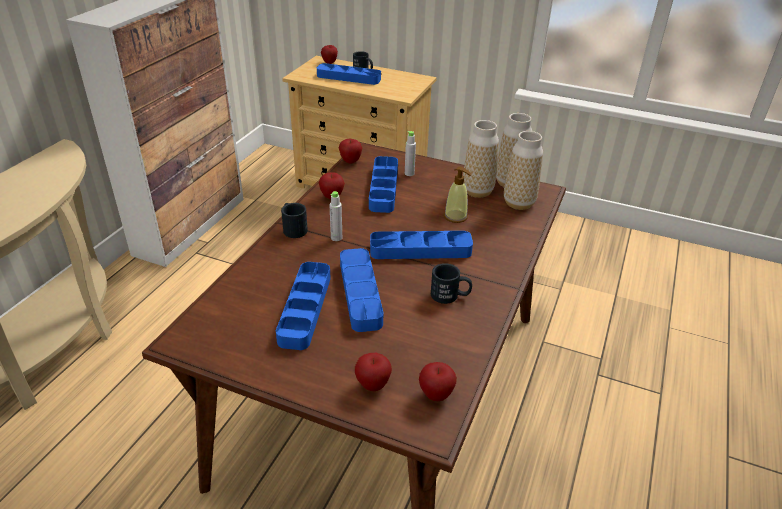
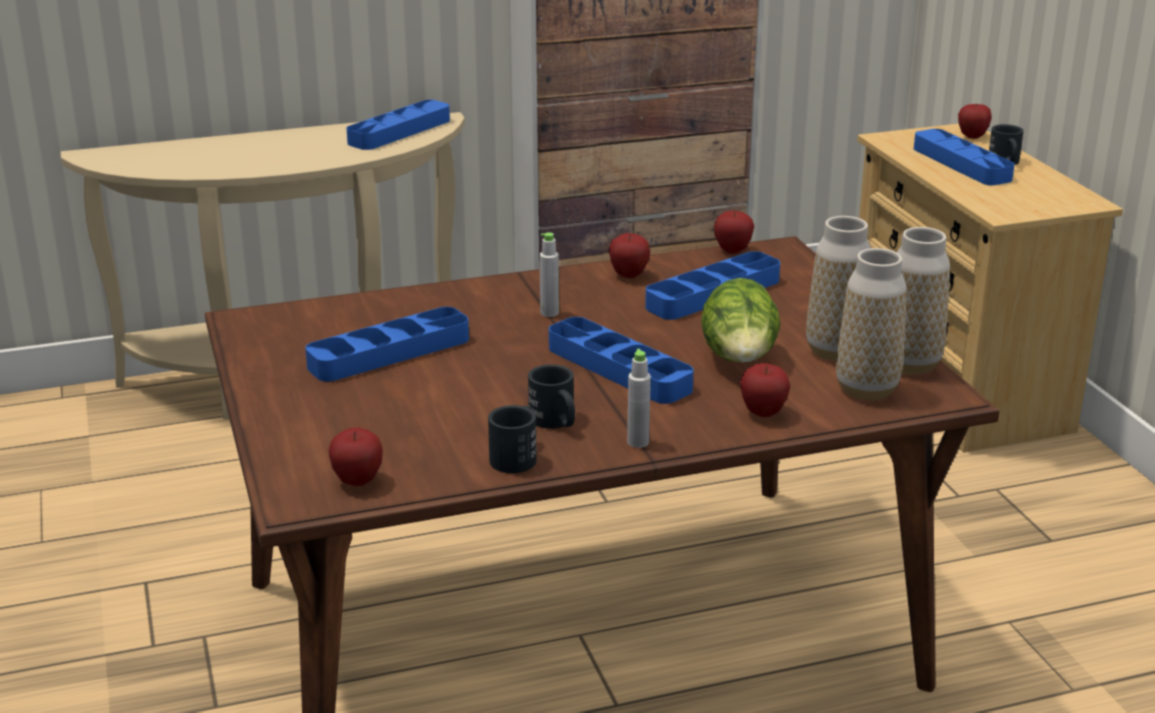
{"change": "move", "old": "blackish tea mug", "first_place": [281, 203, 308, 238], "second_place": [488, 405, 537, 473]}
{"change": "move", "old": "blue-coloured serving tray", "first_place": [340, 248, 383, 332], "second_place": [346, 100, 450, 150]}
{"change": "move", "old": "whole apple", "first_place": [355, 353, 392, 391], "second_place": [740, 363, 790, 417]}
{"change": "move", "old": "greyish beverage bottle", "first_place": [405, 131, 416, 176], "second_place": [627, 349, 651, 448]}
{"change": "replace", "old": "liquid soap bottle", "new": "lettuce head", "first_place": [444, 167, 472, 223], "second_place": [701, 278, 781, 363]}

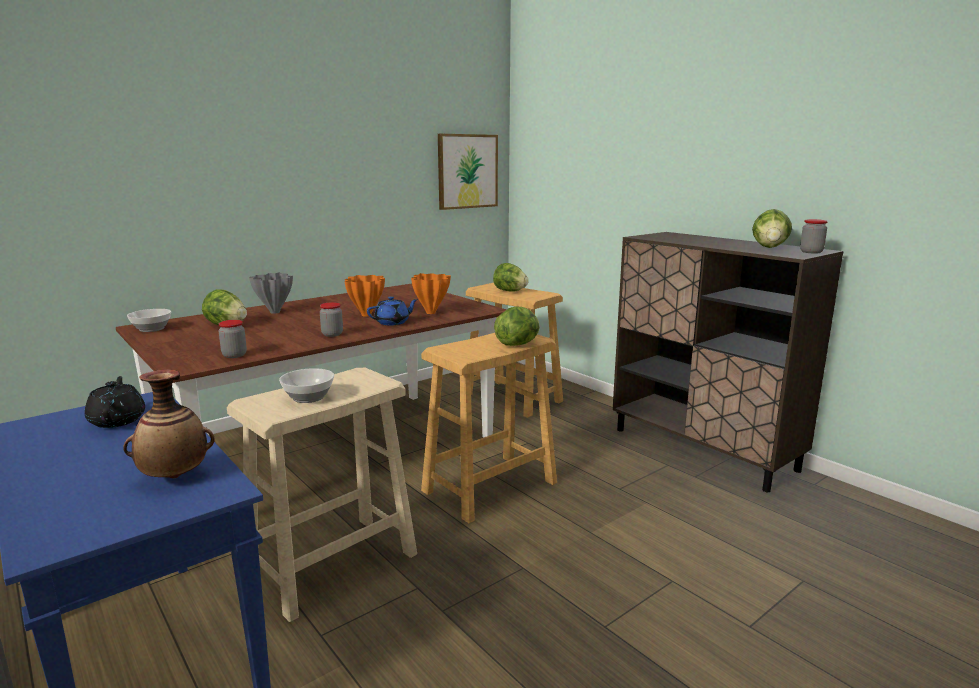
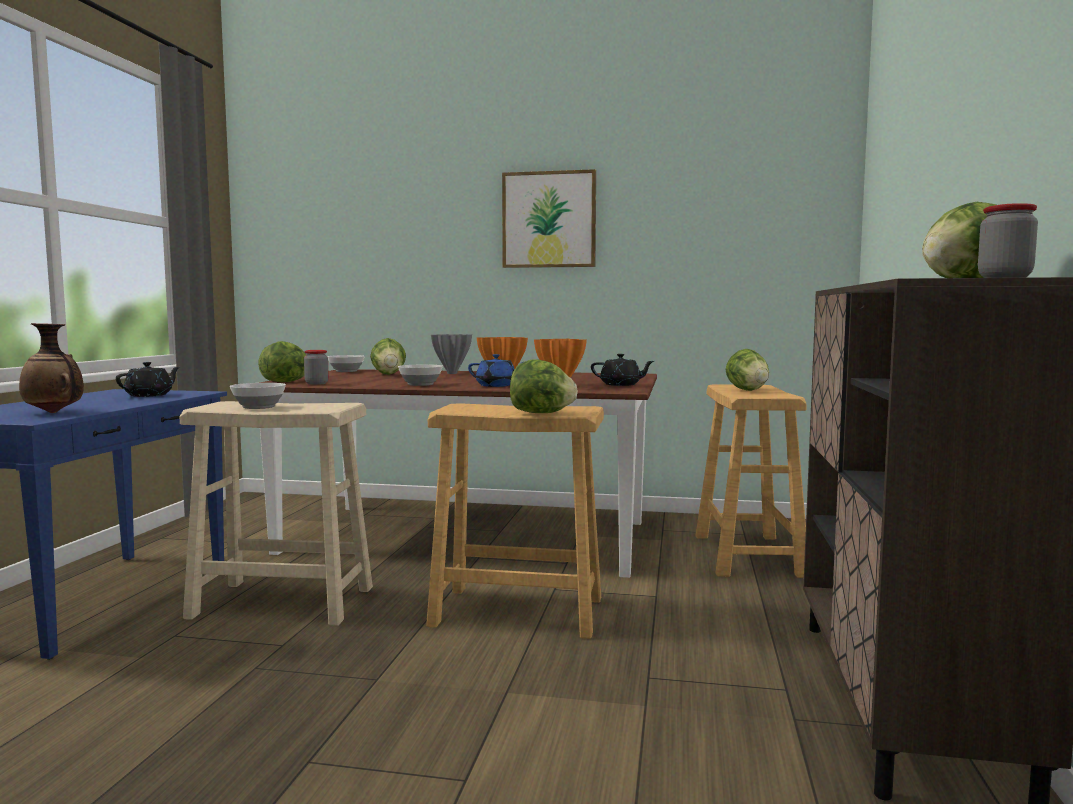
{"change": "replace", "old": "jar", "new": "bowl", "first_place": [320, 302, 343, 337], "second_place": [398, 365, 443, 386]}
{"change": "move", "old": "wall art", "first_place": [438, 134, 498, 210], "second_place": [502, 169, 596, 268]}
{"change": "insert", "new": "lettuce head", "second_place": [258, 341, 306, 382]}
{"change": "insert", "new": "blackish tea pot", "second_place": [591, 354, 654, 386]}

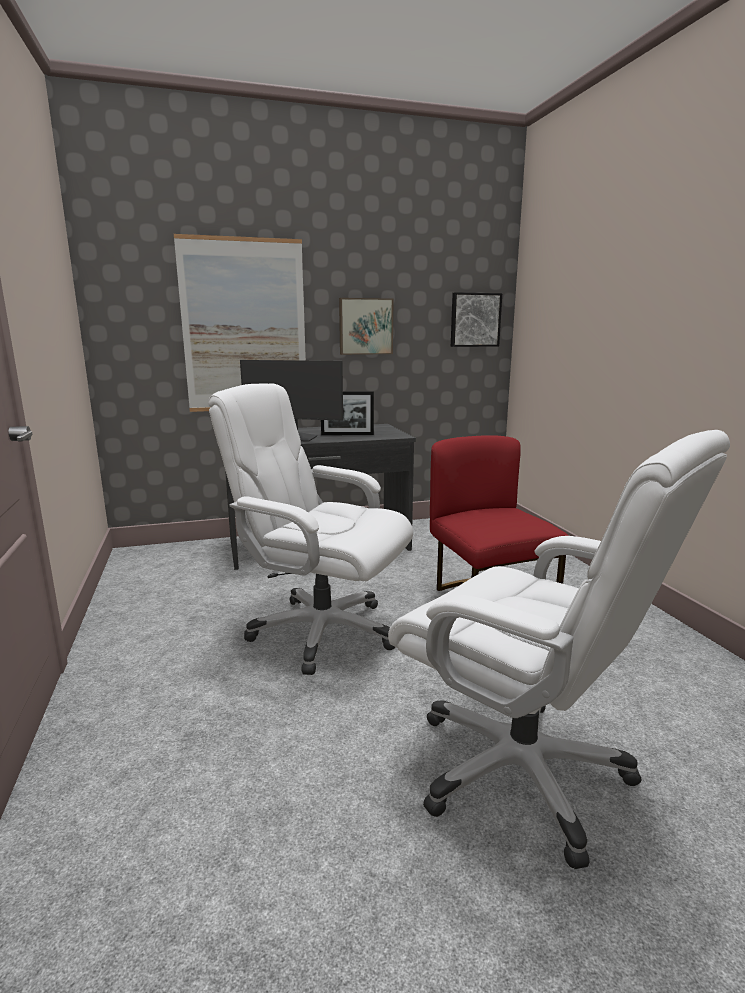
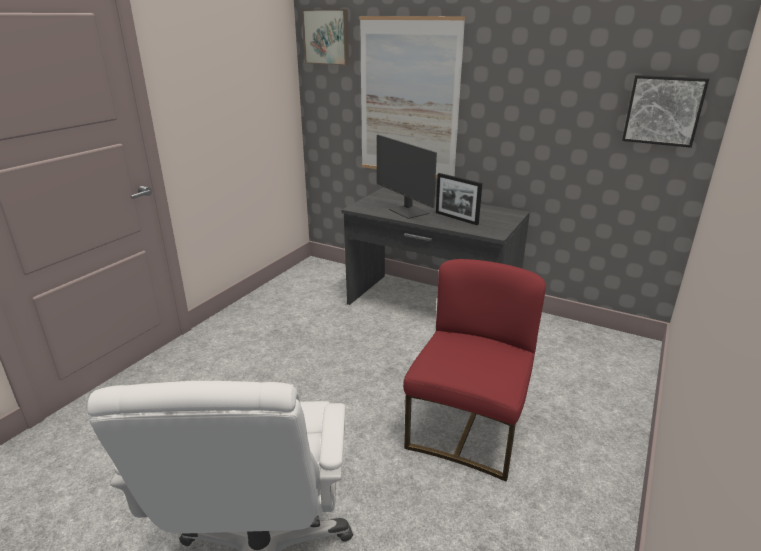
{"change": "delete", "old": "white-coloured desk chair", "first_place": [208, 384, 413, 675]}
{"change": "move", "old": "wall art", "first_place": [339, 298, 393, 355], "second_place": [302, 9, 349, 65]}

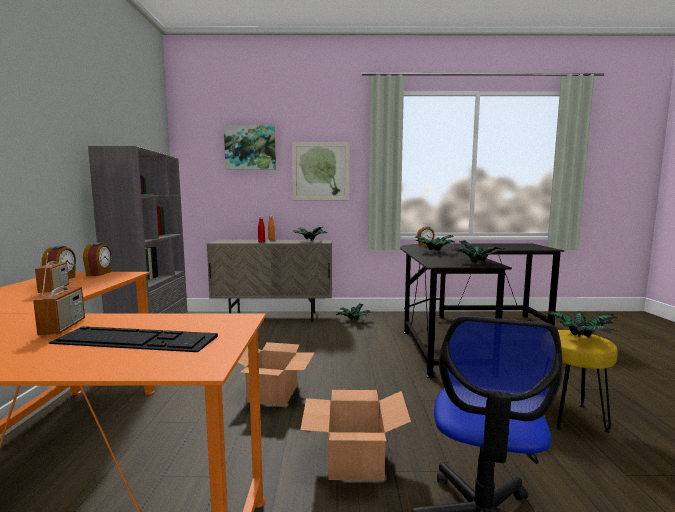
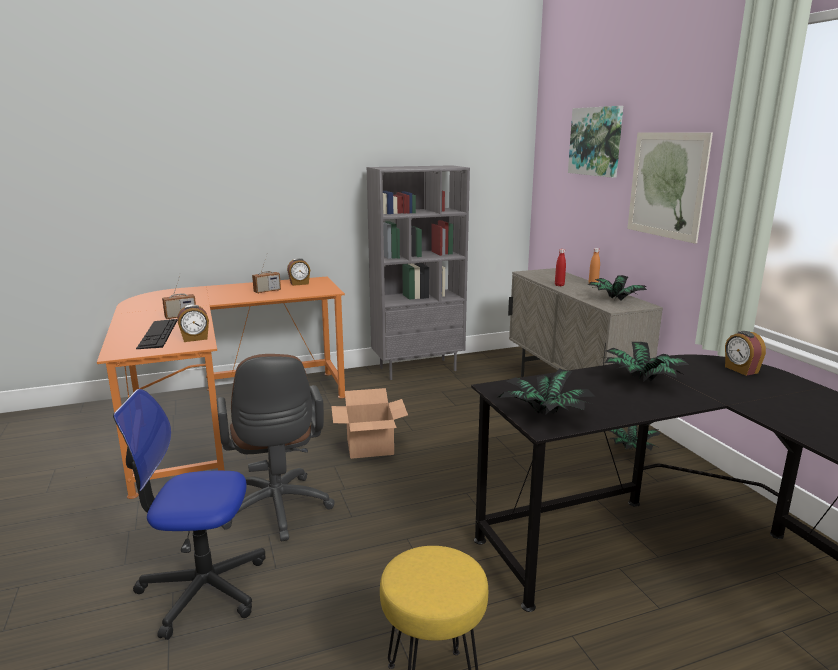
{"change": "move", "old": "alarm clock", "first_place": [83, 243, 112, 276], "second_place": [177, 305, 209, 342]}
{"change": "replace", "old": "carton", "new": "brown desk chair", "first_place": [300, 390, 411, 481], "second_place": [217, 354, 335, 542]}
{"change": "delete", "old": "potted plant", "first_place": [547, 310, 618, 338]}

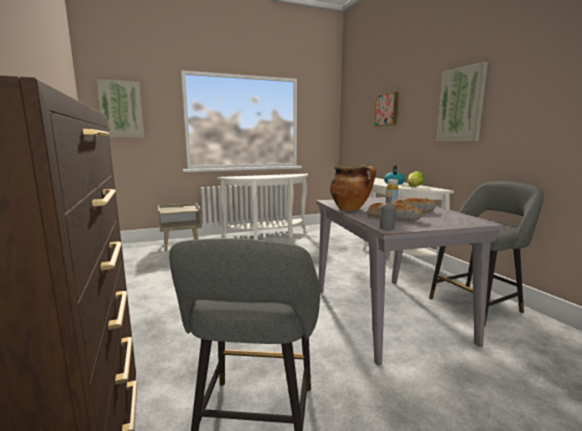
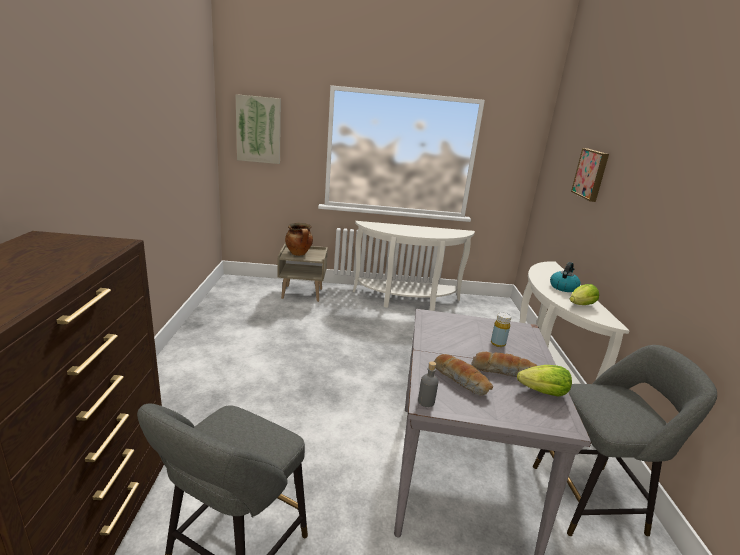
{"change": "move", "old": "cooking pot", "first_place": [330, 166, 376, 211], "second_place": [285, 223, 313, 256]}
{"change": "delete", "old": "wall art", "first_place": [437, 62, 488, 141]}
{"change": "insert", "new": "lettuce head", "second_place": [517, 365, 572, 397]}

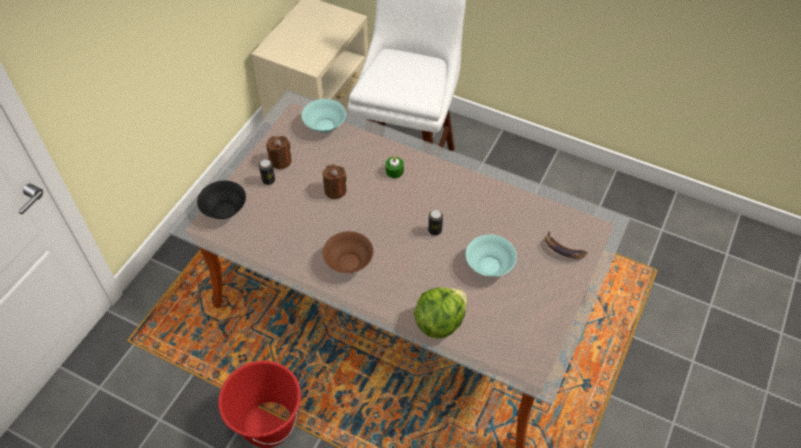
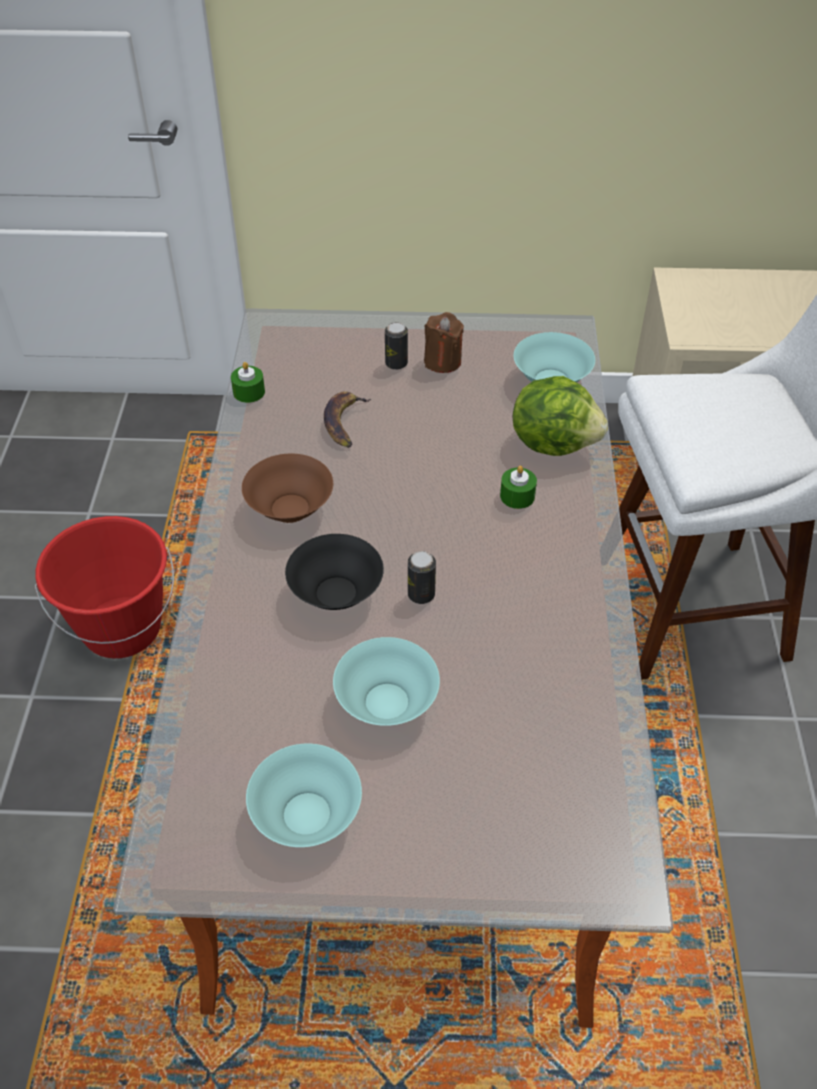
{"change": "move", "old": "blackish bowl", "first_place": [197, 181, 246, 219], "second_place": [285, 534, 384, 610]}
{"change": "delete", "old": "brown wax light", "first_place": [323, 164, 346, 199]}
{"change": "move", "old": "lettuce head", "first_place": [414, 287, 467, 338], "second_place": [513, 376, 608, 456]}
{"change": "move", "old": "banana fruit", "first_place": [545, 231, 587, 258], "second_place": [324, 391, 371, 448]}
{"change": "insert", "new": "green-coloured wax light", "second_place": [231, 362, 265, 403]}
{"change": "insert", "new": "blue-green bowl", "second_place": [246, 743, 362, 847]}

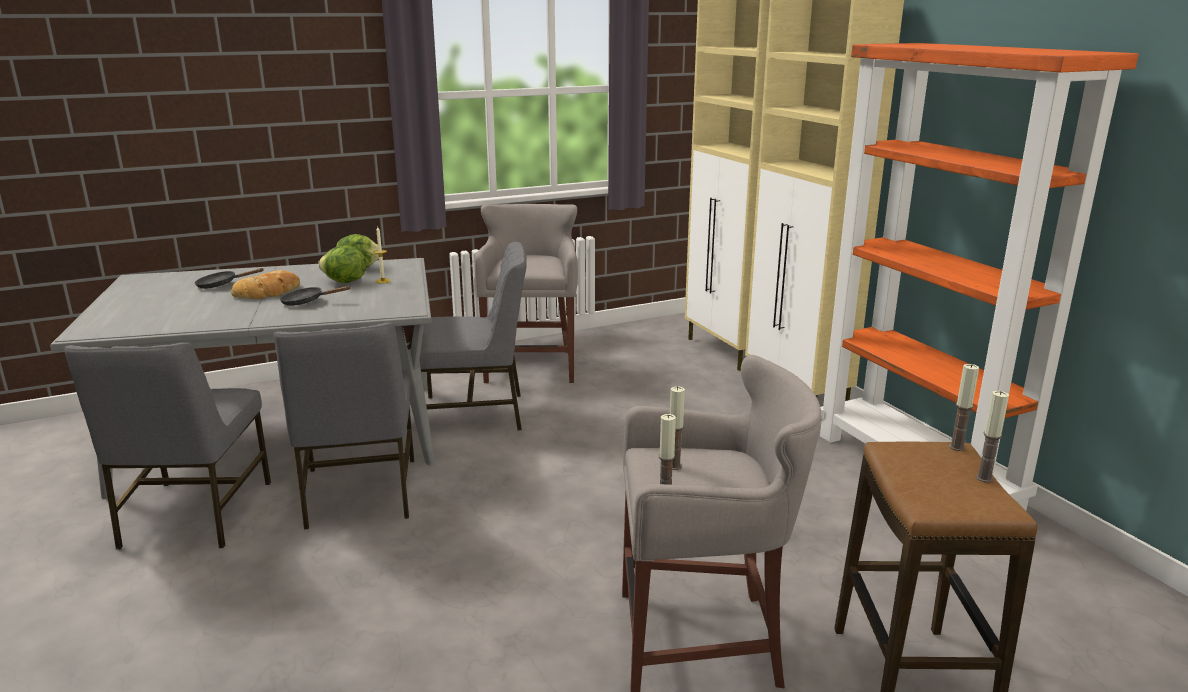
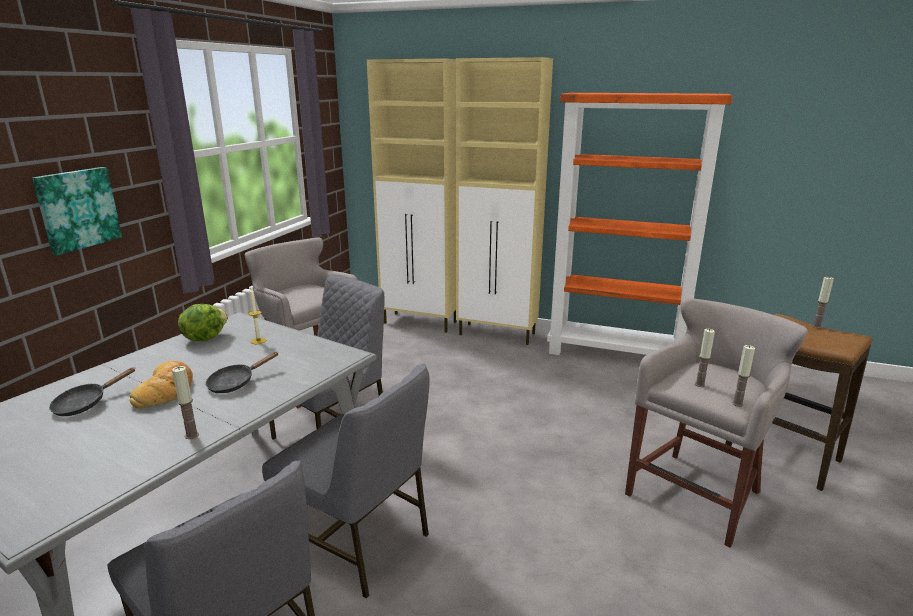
{"change": "delete", "old": "lettuce head", "first_place": [318, 246, 366, 283]}
{"change": "move", "old": "wax light", "first_place": [949, 364, 979, 451], "second_place": [172, 366, 199, 439]}
{"change": "insert", "new": "wall art", "second_place": [32, 167, 122, 255]}

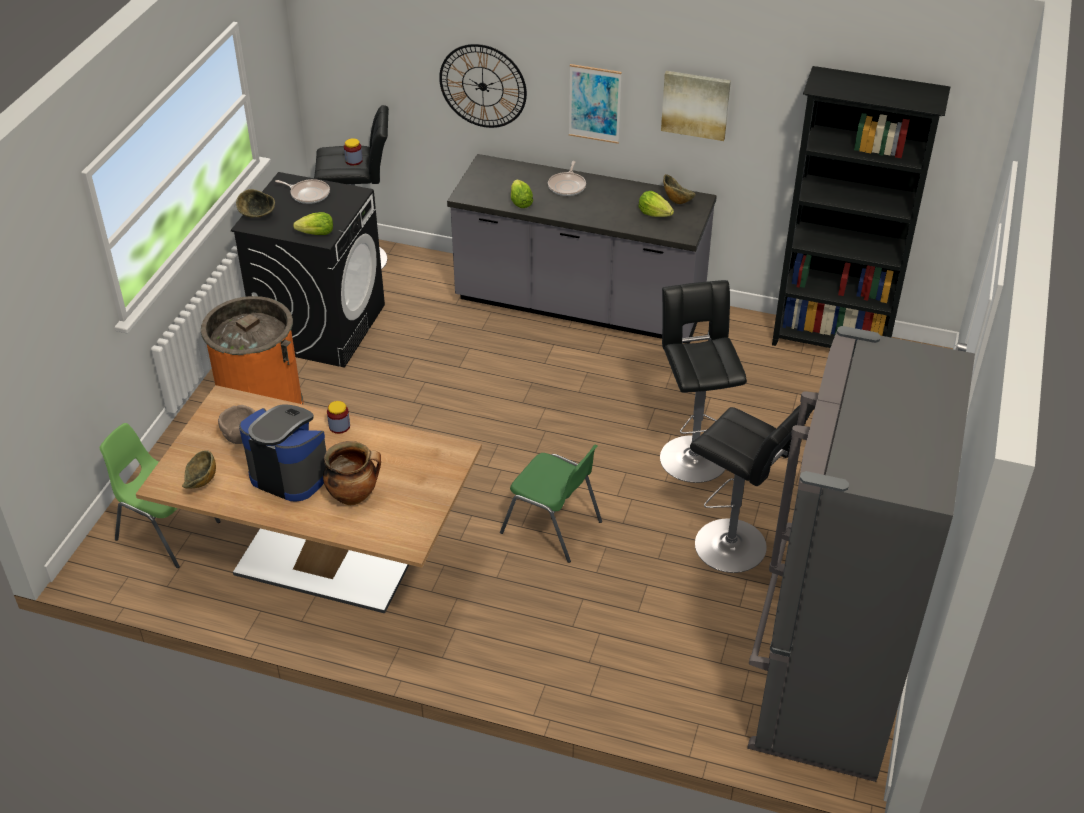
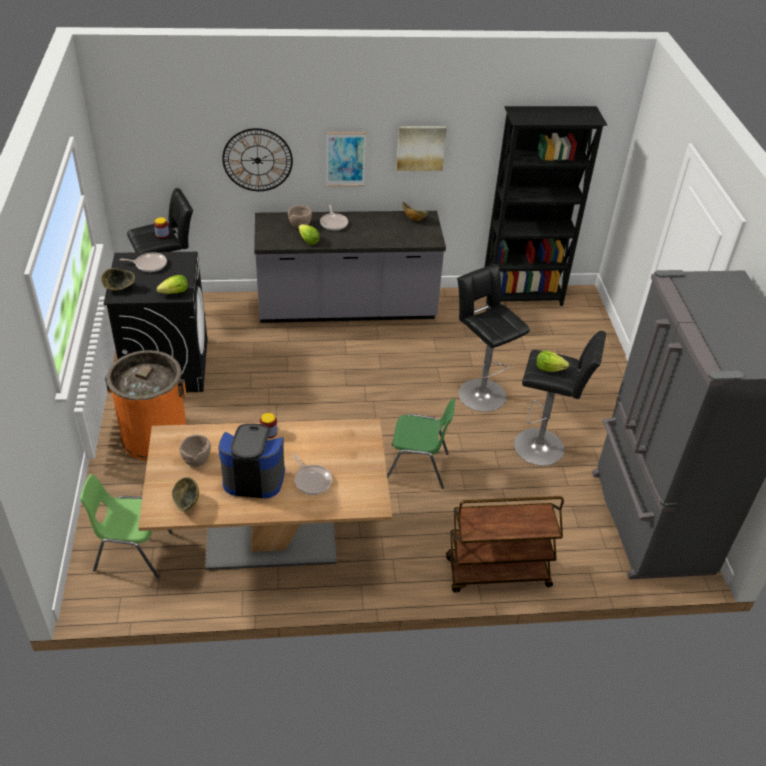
{"change": "replace", "old": "cooking pot", "new": "pan", "first_place": [323, 441, 381, 505], "second_place": [292, 454, 332, 495]}
{"change": "move", "old": "lettuce head", "first_place": [639, 191, 674, 217], "second_place": [536, 350, 569, 372]}
{"change": "insert", "new": "brown bowl", "second_place": [288, 205, 312, 228]}
{"change": "insert", "new": "brown cart", "second_place": [446, 496, 564, 593]}

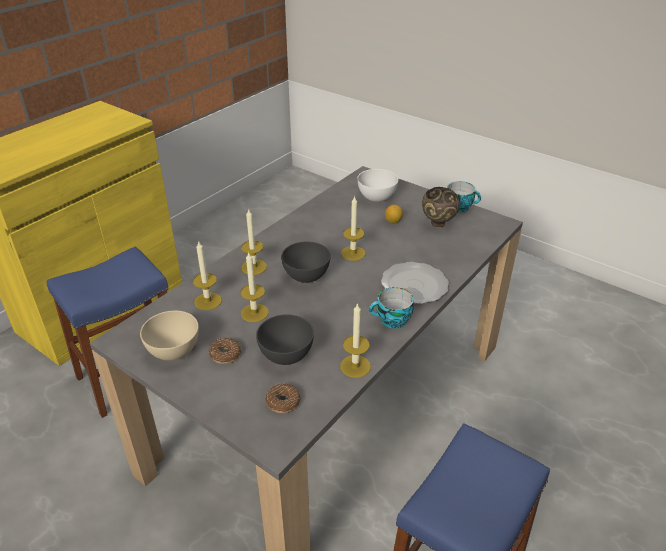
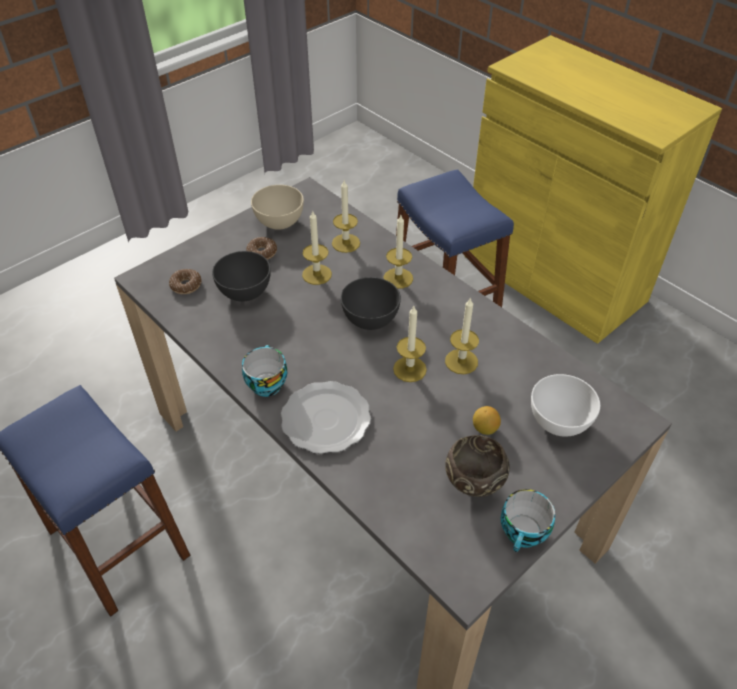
{"change": "move", "old": "wax light", "first_place": [340, 303, 371, 378], "second_place": [445, 297, 479, 374]}

